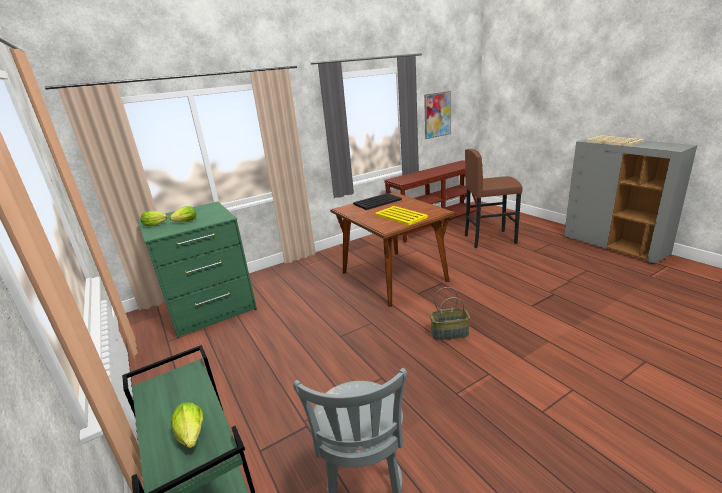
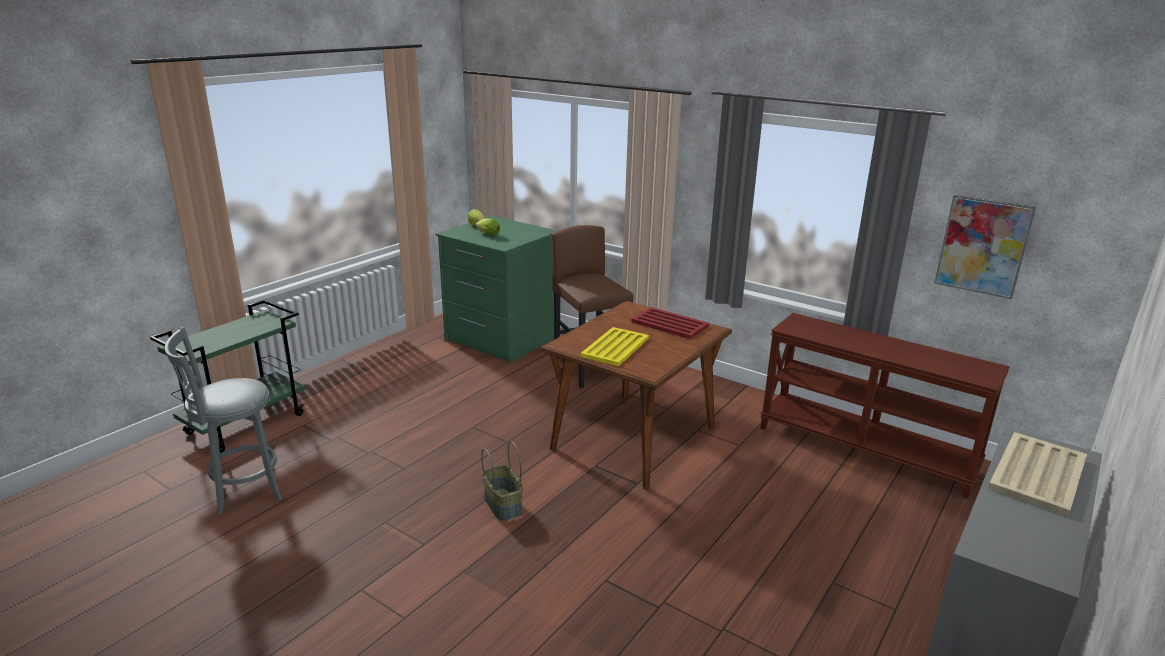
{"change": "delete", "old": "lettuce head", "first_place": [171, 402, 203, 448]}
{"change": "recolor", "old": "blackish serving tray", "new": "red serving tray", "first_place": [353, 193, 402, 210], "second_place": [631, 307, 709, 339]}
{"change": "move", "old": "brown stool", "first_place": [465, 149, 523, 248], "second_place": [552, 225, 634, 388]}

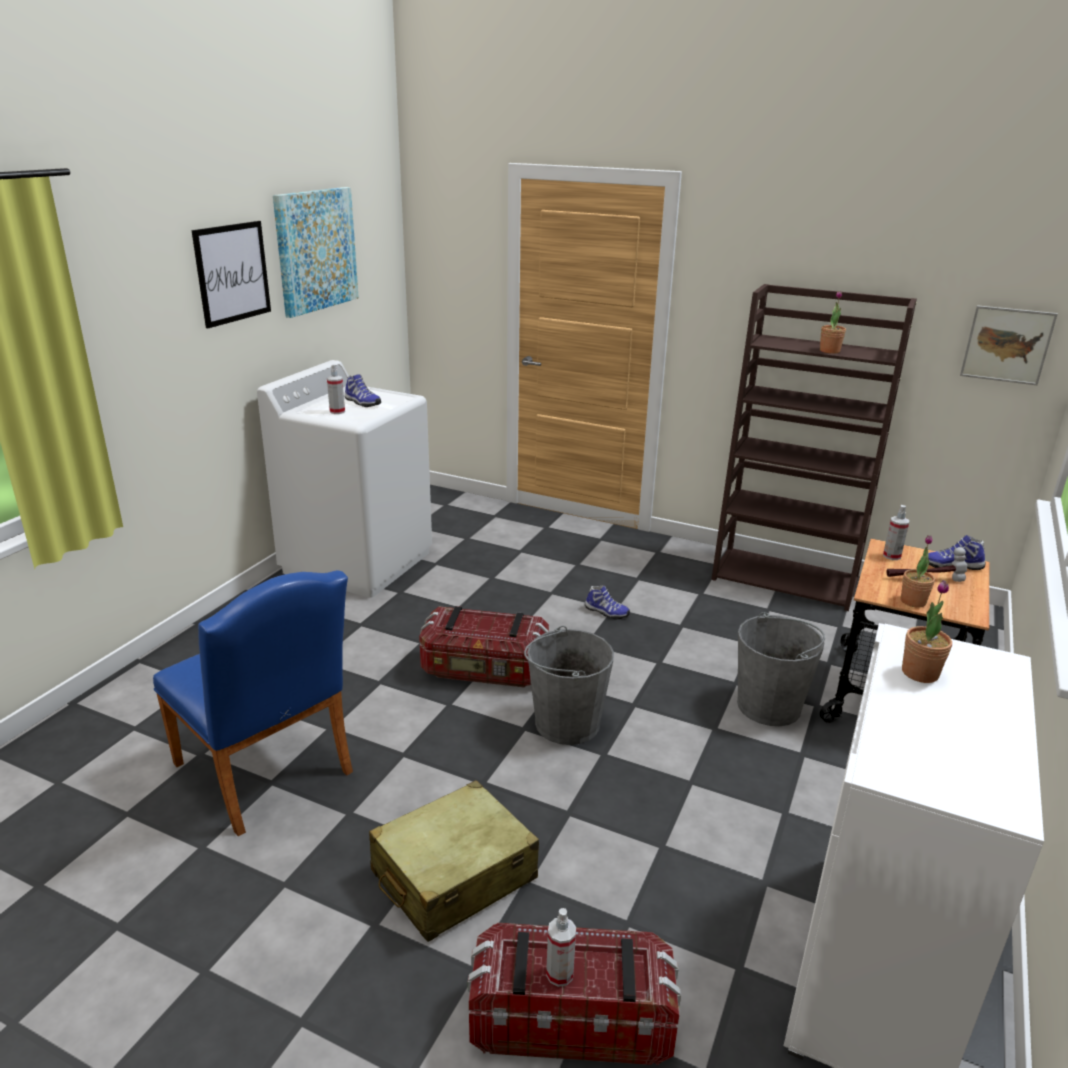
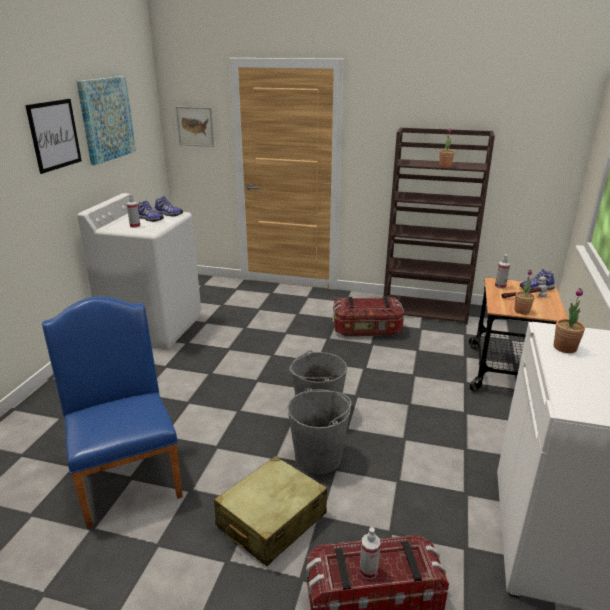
{"change": "rotate", "old": "blue-coloured upright chair", "first_place": [153, 570, 353, 836], "second_place": [42, 297, 183, 528], "degrees": -150}
{"change": "move", "old": "storage bin", "first_place": [419, 606, 549, 687], "second_place": [333, 296, 404, 336]}
{"change": "move", "old": "item of footwear", "first_place": [585, 585, 630, 620], "second_place": [154, 196, 183, 217]}
{"change": "move", "old": "greyish bucket", "first_place": [737, 612, 825, 726], "second_place": [288, 388, 351, 475]}
{"change": "move", "old": "wall art", "first_place": [960, 305, 1058, 385], "second_place": [176, 107, 214, 147]}

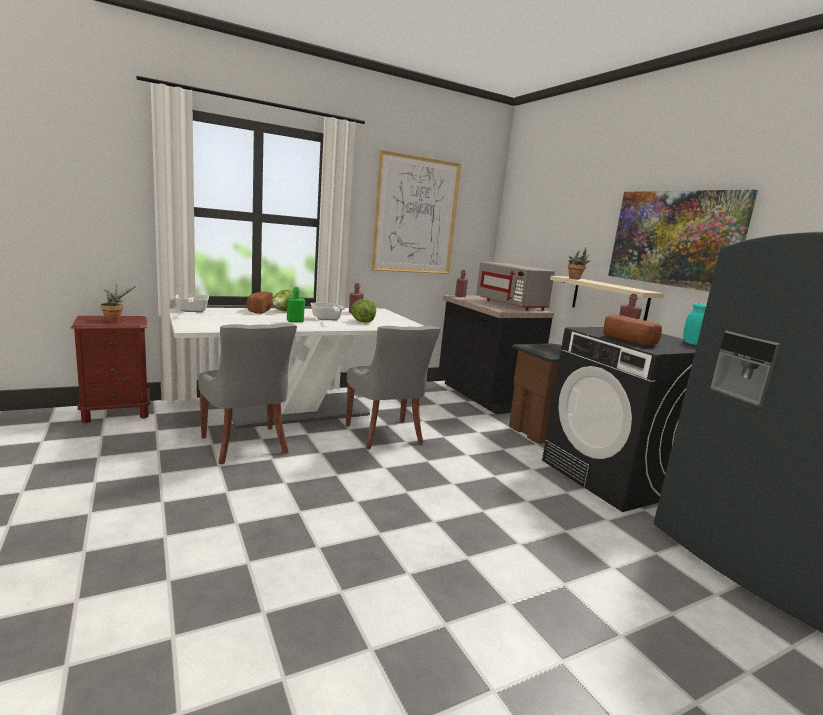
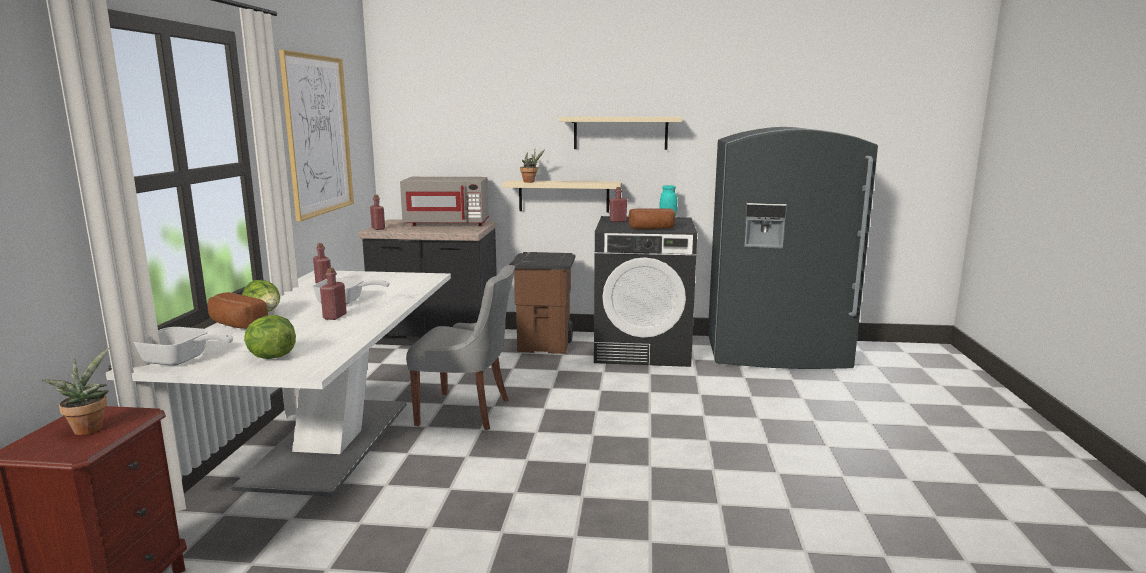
{"change": "delete", "old": "greyish upright chair", "first_place": [198, 323, 297, 464]}
{"change": "recolor", "old": "green-coloured beverage bottle", "new": "red beverage bottle", "first_place": [287, 287, 305, 322], "second_place": [320, 268, 347, 320]}
{"change": "move", "old": "lettuce head", "first_place": [351, 299, 376, 323], "second_place": [244, 315, 296, 359]}
{"change": "replace", "old": "wall art", "new": "sand-coloured shelf", "first_place": [608, 189, 758, 292], "second_place": [559, 117, 682, 150]}

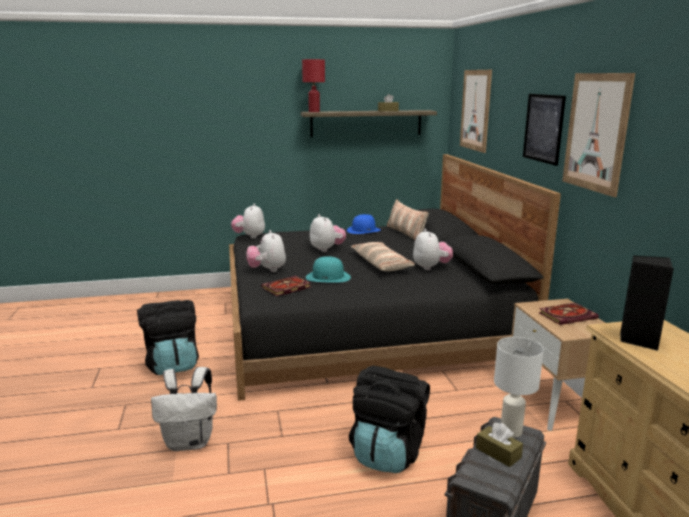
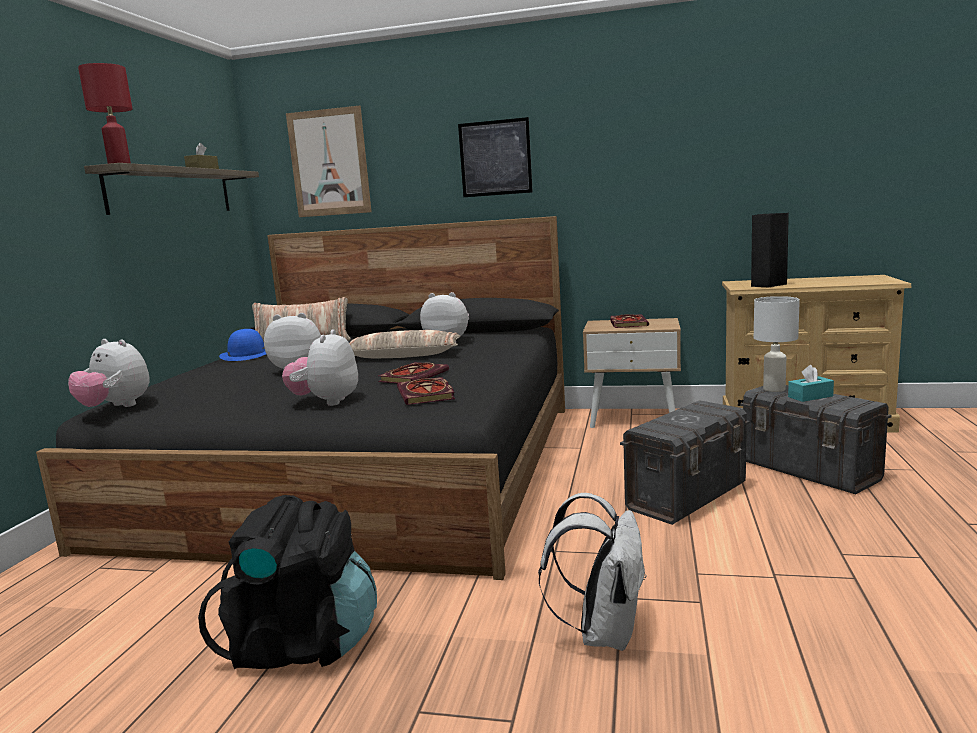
{"change": "rotate", "old": "cuddly toy", "first_place": [246, 230, 286, 272], "second_place": [282, 329, 358, 406], "degrees": 90}
{"change": "replace", "old": "blue-green wearable hat", "new": "book", "first_place": [306, 256, 351, 283], "second_place": [378, 362, 449, 384]}
{"change": "replace", "old": "blackish knapsack", "new": "greyish storage bin", "first_place": [349, 366, 430, 473], "second_place": [620, 400, 750, 525]}
{"change": "recolor", "old": "brown tissue holder", "new": "blue-green tissue holder", "first_place": [476, 423, 523, 467], "second_place": [788, 365, 834, 402]}
{"change": "delete", "old": "wall art", "first_place": [562, 73, 635, 197]}

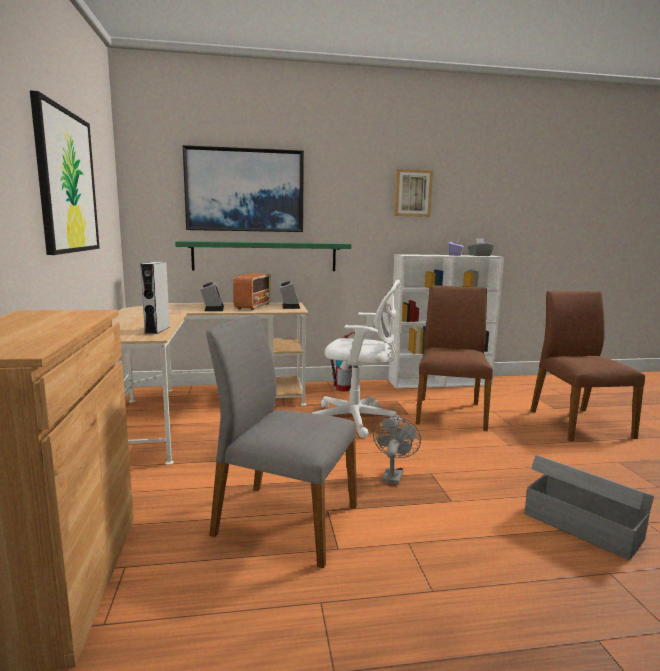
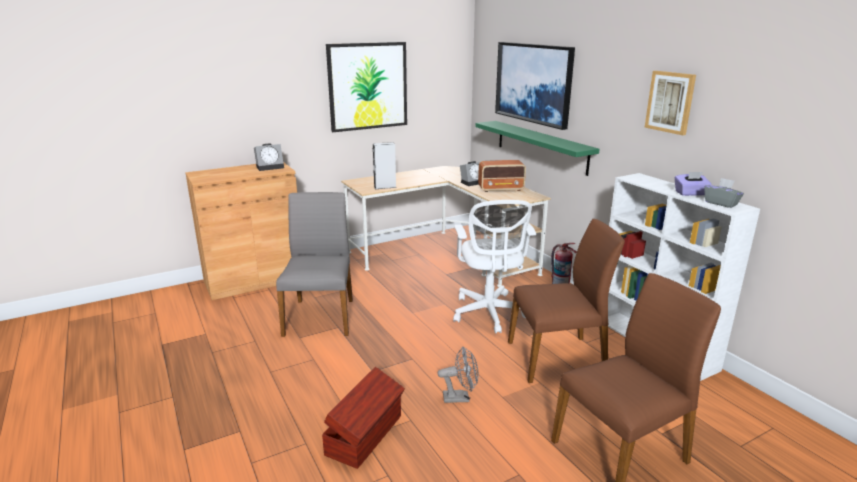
{"change": "move", "old": "alarm clock", "first_place": [280, 281, 300, 309], "second_place": [254, 144, 284, 171]}
{"change": "move", "old": "greyish electric fan", "first_place": [373, 416, 421, 485], "second_place": [438, 347, 479, 403]}
{"change": "recolor", "old": "greyish storage bin", "new": "brown storage bin", "first_place": [525, 455, 654, 560], "second_place": [322, 367, 405, 469]}

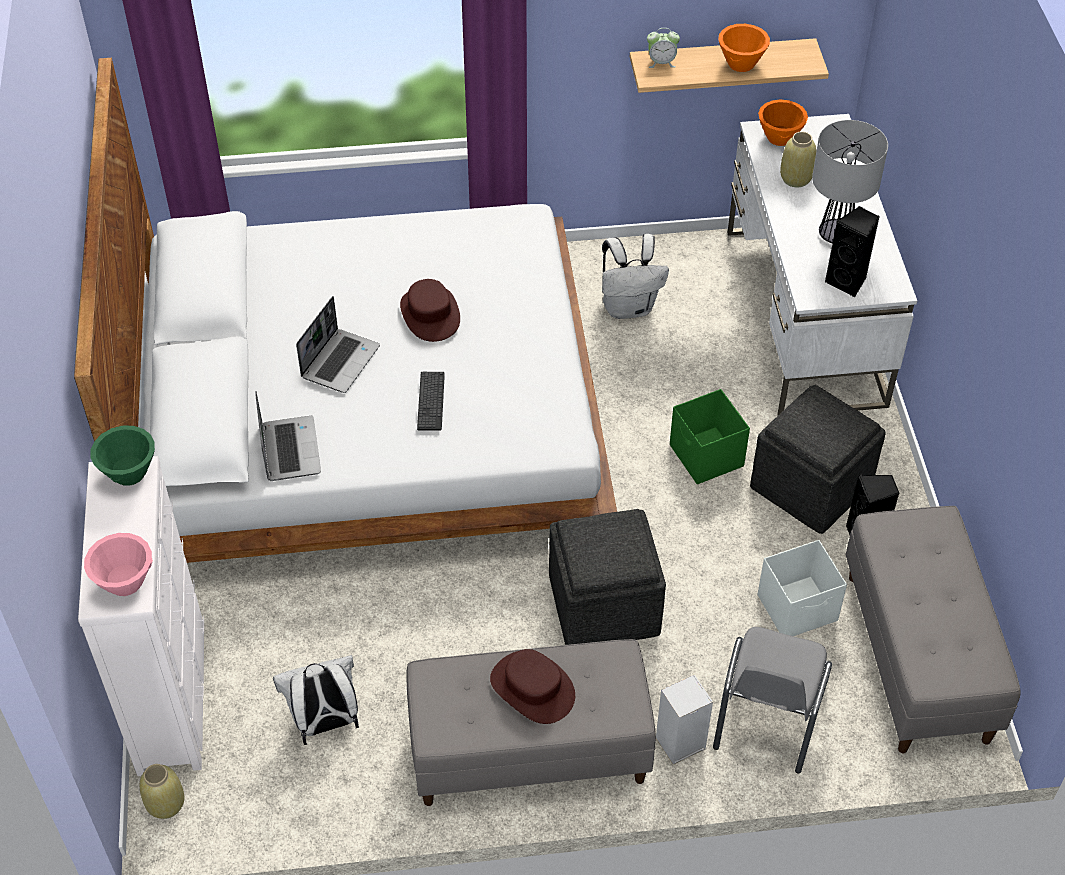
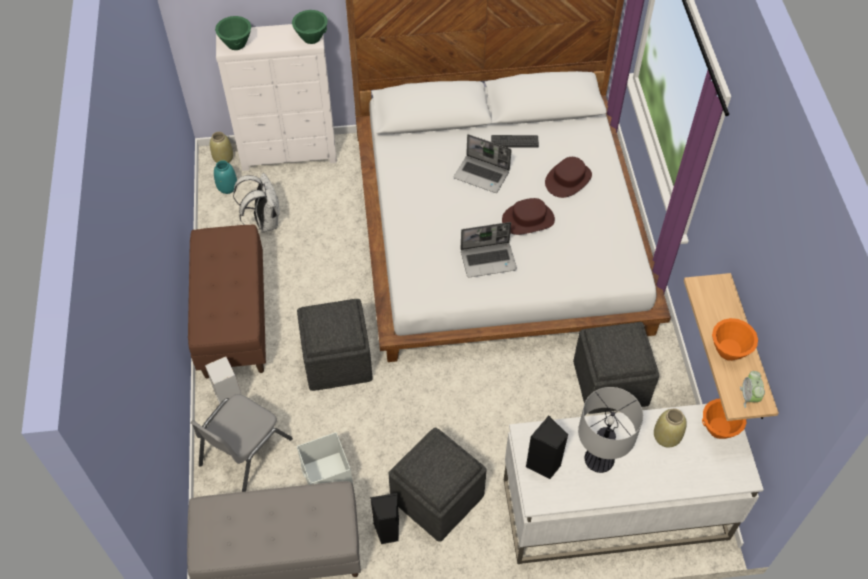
{"change": "recolor", "old": "pink-coloured bowl", "new": "green-coloured bowl", "first_place": [84, 533, 153, 596], "second_place": [215, 16, 251, 50]}
{"change": "move", "old": "portable computer", "first_place": [255, 392, 321, 481], "second_place": [460, 222, 517, 277]}
{"change": "recolor", "old": "greyish long seat", "new": "brown long seat", "first_place": [407, 639, 656, 806], "second_place": [188, 224, 266, 378]}
{"change": "move", "old": "computer keyboard", "first_place": [417, 372, 445, 431], "second_place": [491, 135, 539, 148]}
{"change": "move", "old": "brown wearable hat", "first_place": [490, 649, 575, 724], "second_place": [545, 157, 592, 198]}
{"change": "replace", "old": "white-coloured knapsack", "new": "greyish pouffe", "first_place": [602, 234, 669, 319], "second_place": [573, 322, 659, 414]}
{"change": "move", "old": "alarm clock", "first_place": [647, 28, 680, 68], "second_place": [740, 371, 765, 408]}
{"change": "delete", "old": "green-coloured storage bin", "first_place": [670, 389, 750, 484]}
{"change": "rotate", "old": "greyish upright chair", "first_place": [713, 627, 832, 774], "second_place": [190, 394, 293, 492], "degrees": -75}
{"change": "insert", "new": "blue-green flower vase", "second_place": [214, 160, 237, 194]}

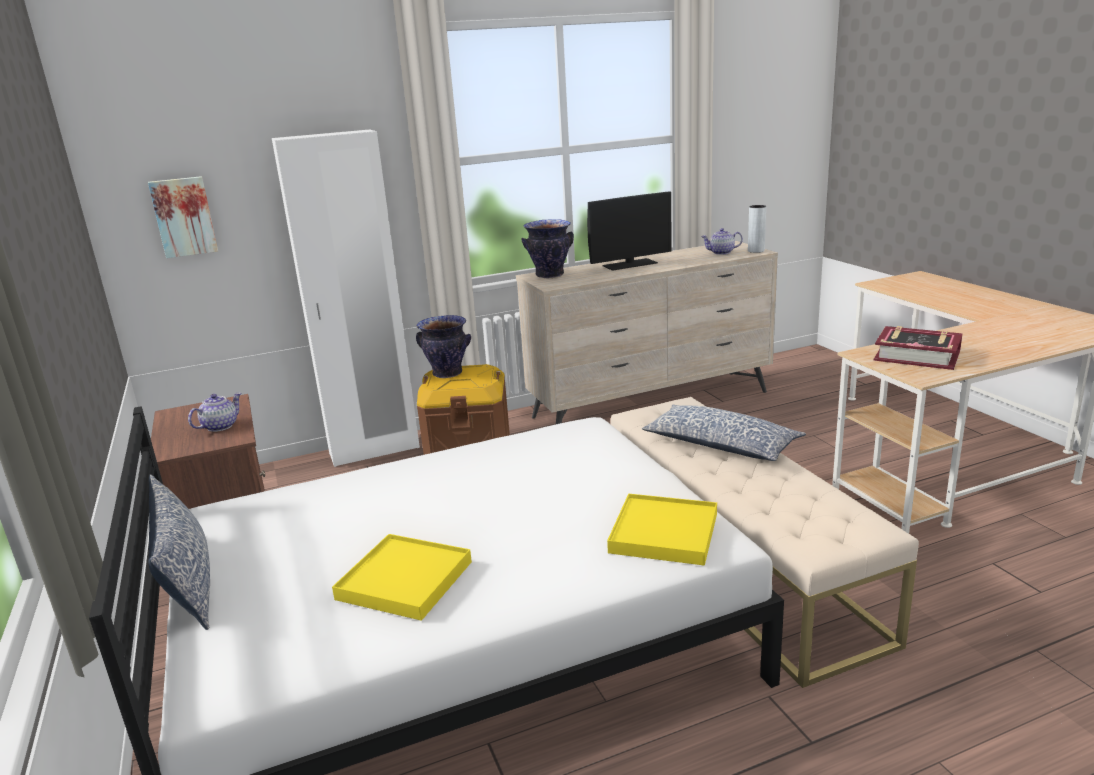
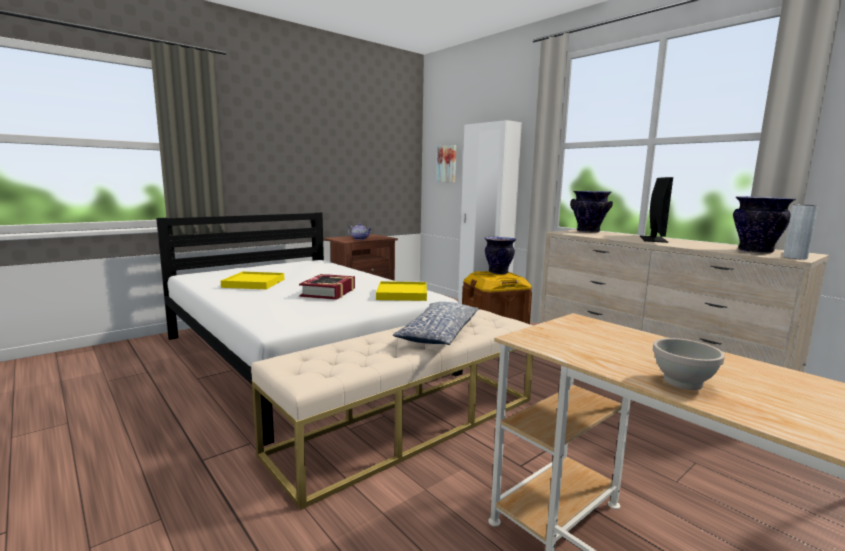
{"change": "delete", "old": "pillow", "first_place": [148, 474, 210, 630]}
{"change": "rotate", "old": "computer display", "first_place": [587, 192, 672, 271], "second_place": [640, 177, 673, 243], "degrees": -120}
{"change": "move", "old": "yellow serving tray", "first_place": [607, 494, 717, 566], "second_place": [376, 281, 427, 301]}
{"change": "replace", "old": "tea pot", "new": "flower vase", "first_place": [701, 228, 743, 255], "second_place": [733, 196, 796, 254]}
{"change": "move", "old": "book", "first_place": [874, 326, 962, 370], "second_place": [299, 274, 355, 300]}
{"change": "insert", "new": "white-coloured bowl", "second_place": [653, 338, 725, 390]}

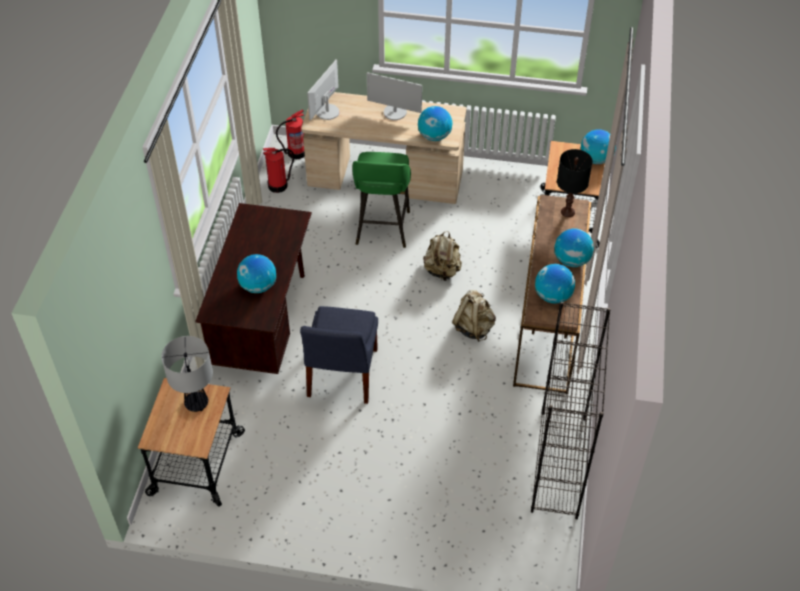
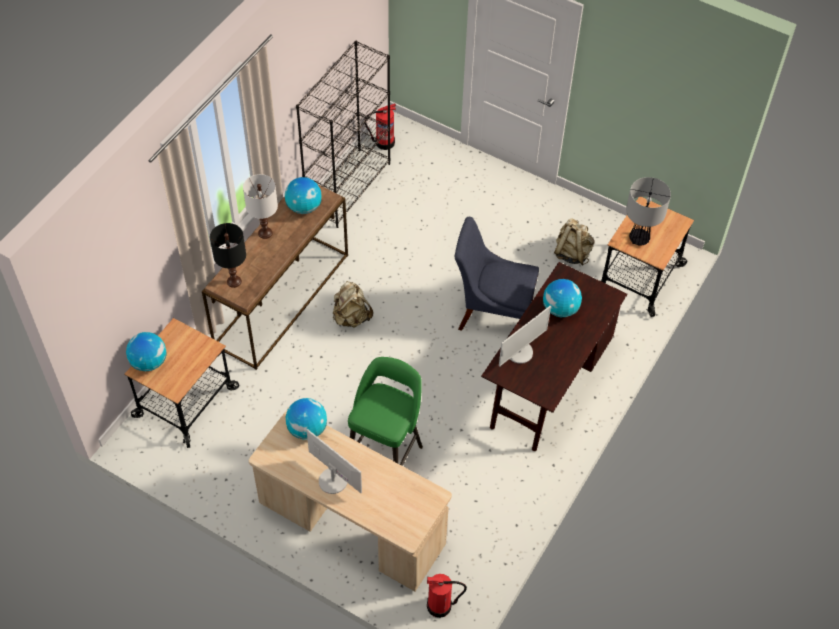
{"change": "move", "old": "fire extinguisher", "first_place": [263, 148, 294, 193], "second_place": [365, 103, 396, 150]}
{"change": "rotate", "old": "blue-coloured upright chair", "first_place": [300, 306, 378, 404], "second_place": [454, 217, 539, 331], "degrees": -105}
{"change": "move", "old": "computer display", "first_place": [307, 59, 339, 121], "second_place": [499, 306, 551, 366]}
{"change": "move", "old": "sand-coloured knapsack", "first_place": [423, 231, 462, 281], "second_place": [554, 218, 595, 266]}
{"change": "replace", "old": "globe", "new": "white-coloured table lamp", "first_place": [554, 229, 594, 267], "second_place": [243, 174, 278, 239]}

